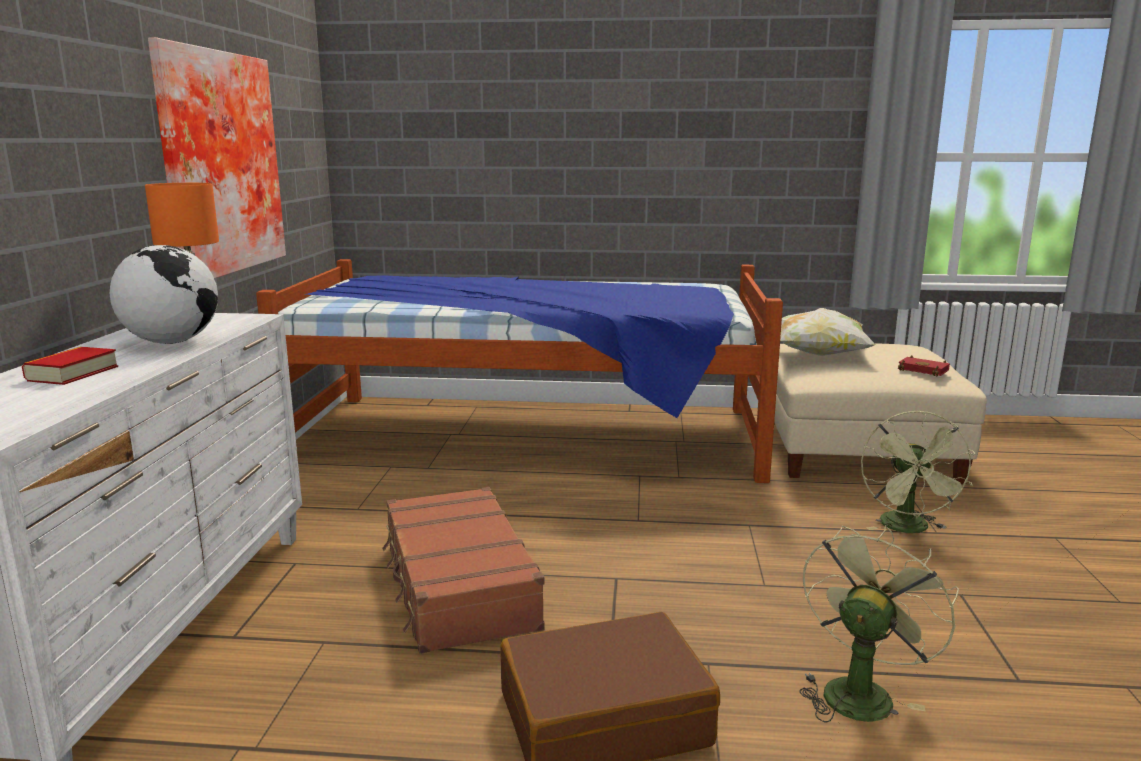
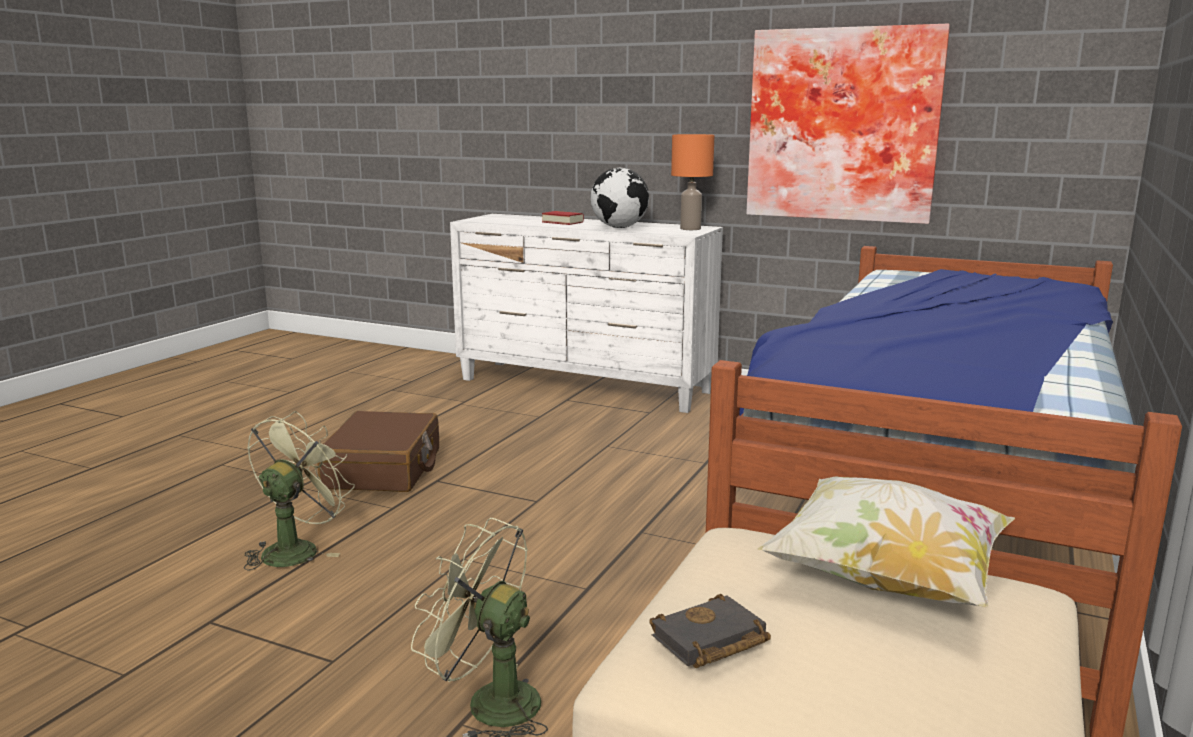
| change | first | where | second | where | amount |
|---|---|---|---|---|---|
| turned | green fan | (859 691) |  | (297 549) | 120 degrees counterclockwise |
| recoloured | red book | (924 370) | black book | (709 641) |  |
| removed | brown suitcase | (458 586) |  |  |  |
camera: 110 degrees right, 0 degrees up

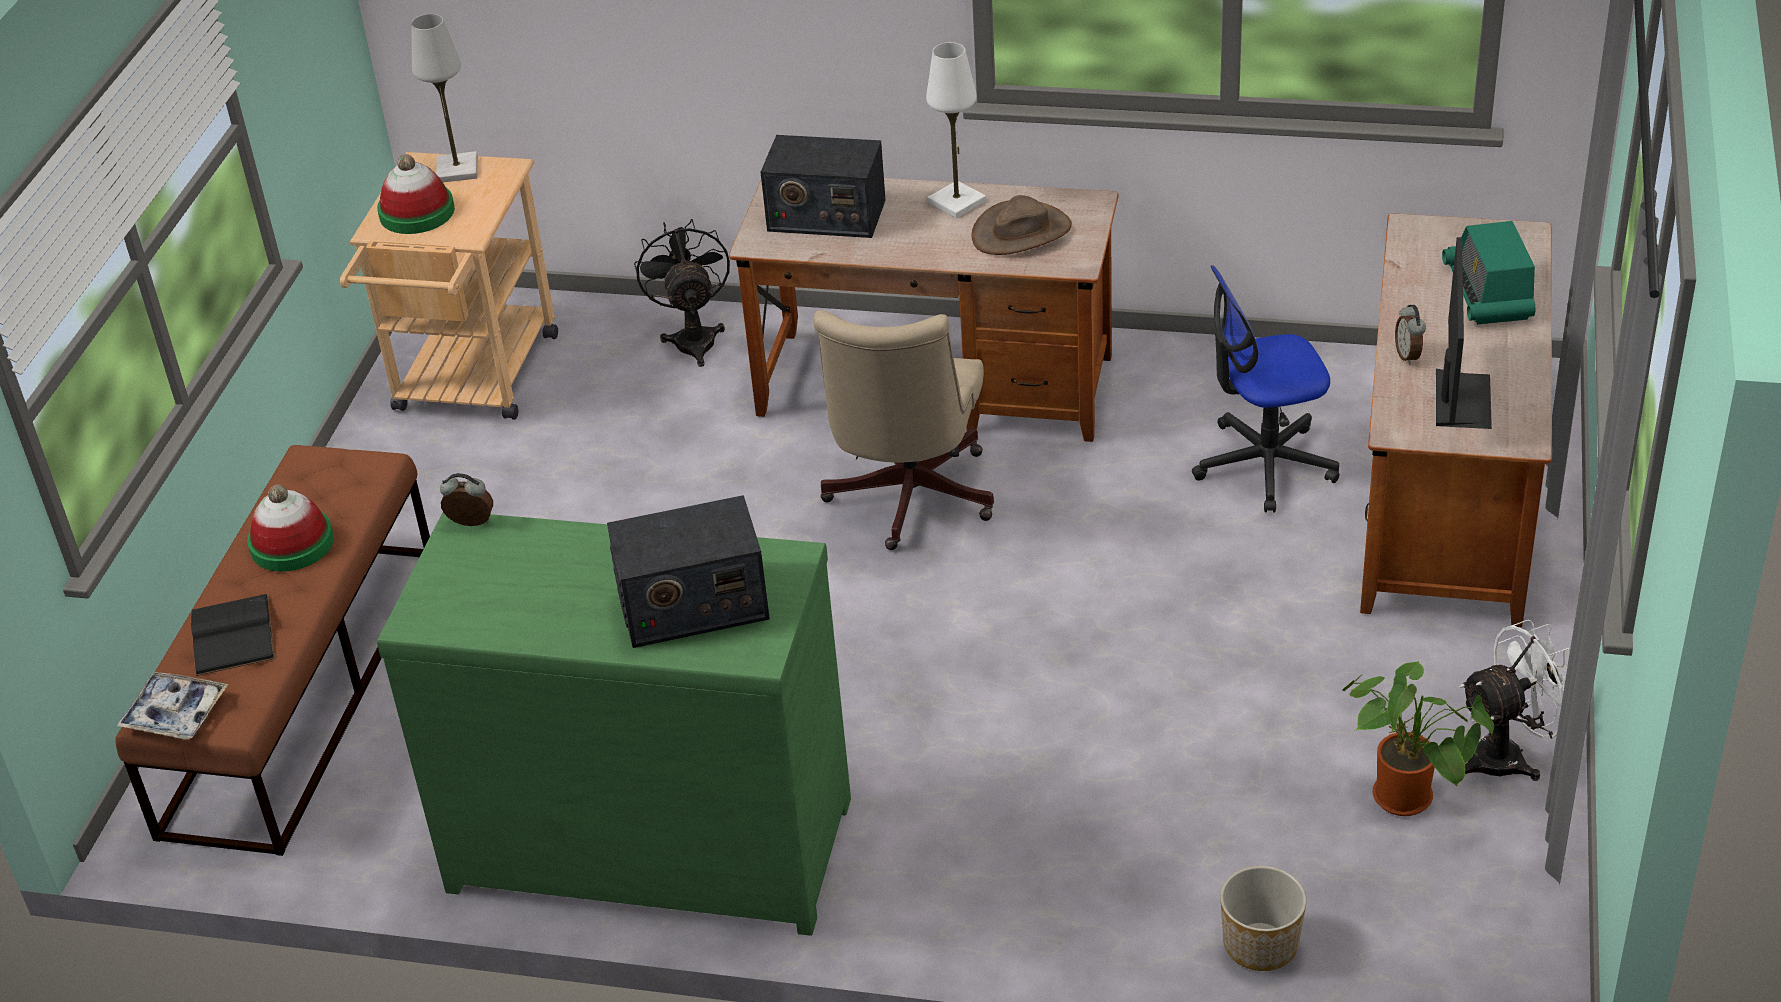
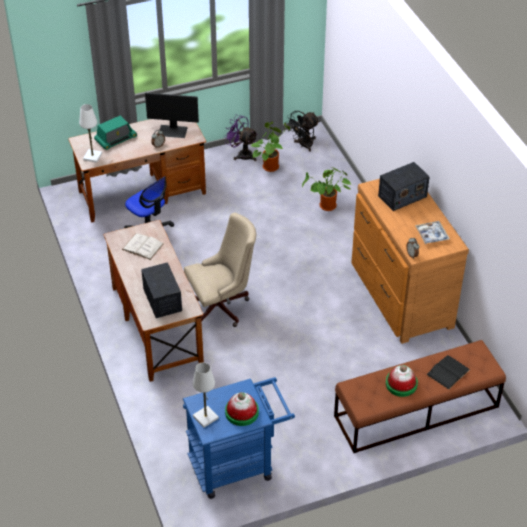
| change | first | where | second | where | amount |
|---|---|---|---|---|---|
| moved | white table lamp | (957 202) |  | (92 156) |  |
| replaced | brown hat | (1021 232) | white book | (142 246) |  |
| turned | monitor | (1460 399) |  | (173 131) | 150 degrees counterclockwise |
| recoloured | beige cart | (472 382) | blue cart | (238 464) |  |
| recoloured | white fan | (1509 756) | purple fan | (242 154) |  |
| moved | black fan | (693 338) |  | (303 145) |  |
| added |  |  | potted plant | (327 207) |  |
| recoloured | green dresser | (651 838) | brown dresser | (400 295) |  |
| turned | radio | (692 605) |  | (402 196) | 105 degrees clockwise |
| moved | tray | (175 713) |  | (431 235) |  |
| removed | planter | (1260 945) |  |  |  |
camera: 125 degrees left, 5 degrees up

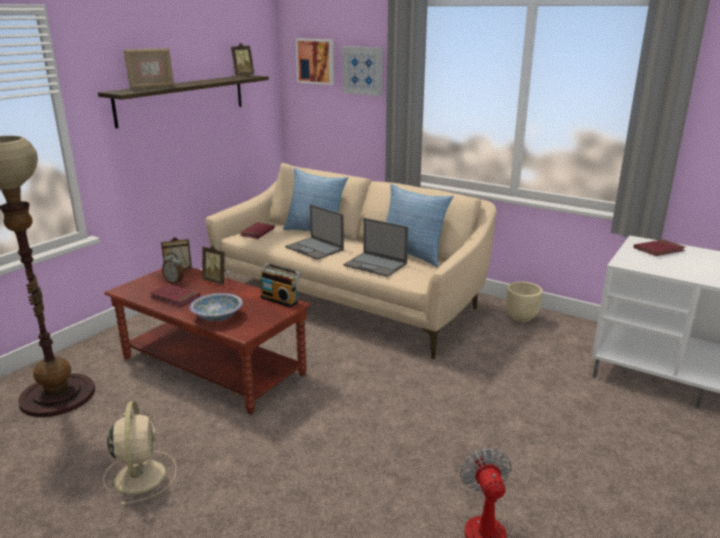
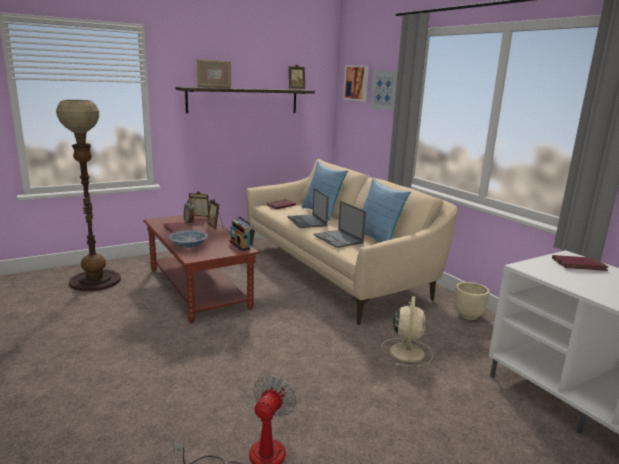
| change | first | where | second | where | amount |
|---|---|---|---|---|---|
| moved | beige fan | (140 475) |  | (407 351) |  |
camera: 25 degrees right, 5 degrees down

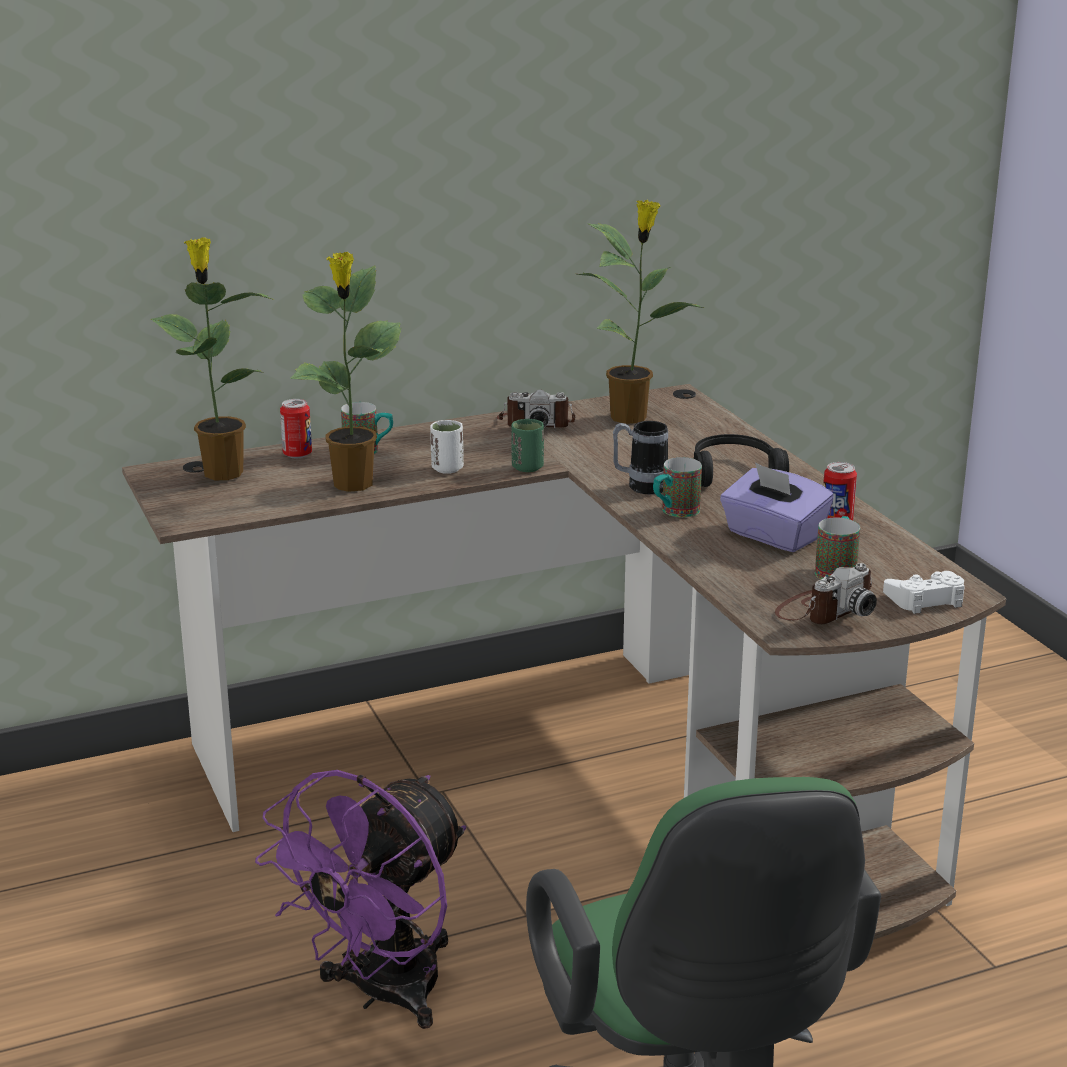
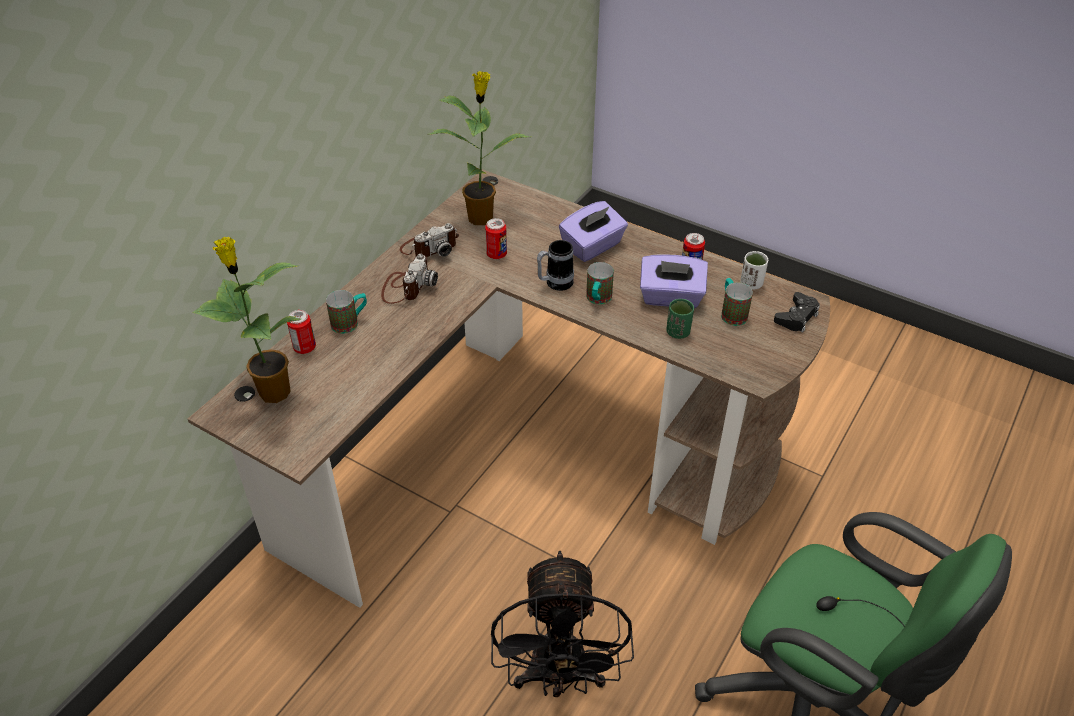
| change | first | where | second | where | amount |
|---|---|---|---|---|---|
| moved | photo camera | (824 610) |  | (406 286) |  |
| added |  |  | can | (496 254) |  |
| recoloured | purple fan | (381 995) | black fan | (559 678) |  |
| replaced | black headphones | (734 472) | purple tissue box | (592 246) |  |
| moved | green cup | (527 467) |  | (678 332) |  |
| moved | white cup | (447 469) |  | (751 284) |  |
| recoloured | white game controller | (926 599) | black game controller | (796 317) |  |
| removed | potted plant | (353 485) |  |  |  |
camera: 35 degrees left, 20 degrees up

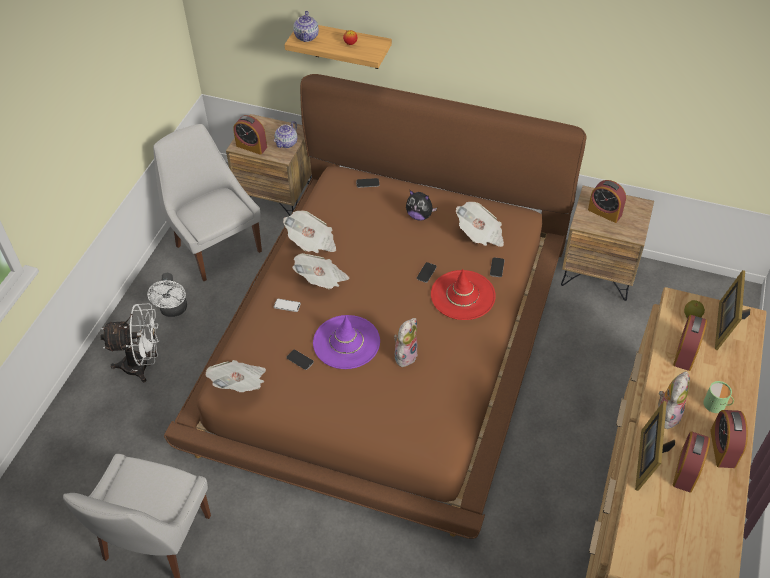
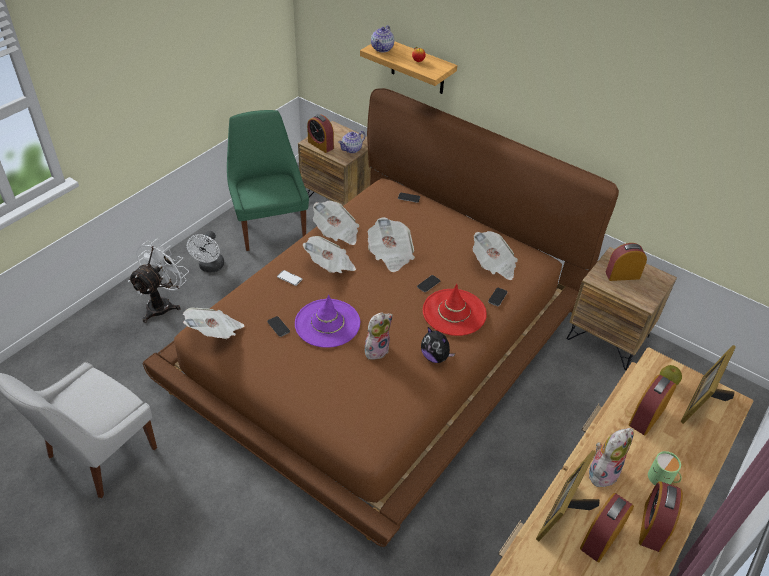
| change | first | where | second | where | amount |
|---|---|---|---|---|---|
| turned | white fan | (143 365) |  | (163 304) | 75 degrees counterclockwise |
| recoloured | white chair | (217 247) | green chair | (270 227) |  |
| added |  |  | newspaper | (390 255) |  |
| moved | plush toy | (419 216) |  | (435 357) |  |
| turned | alarm clock | (604 212) |  | (622 275) | 120 degrees clockwise |
camera: 15 degrees right, 5 degrees down

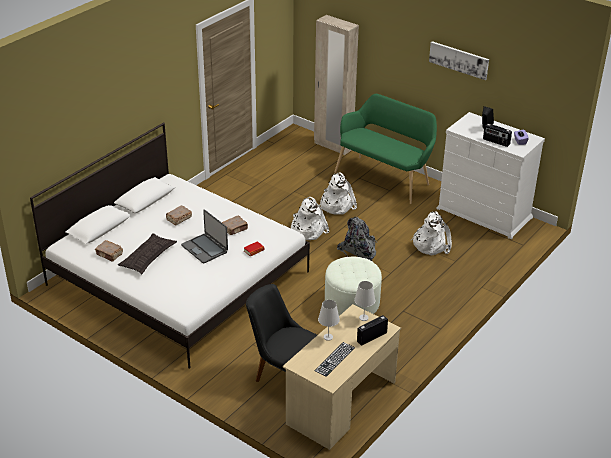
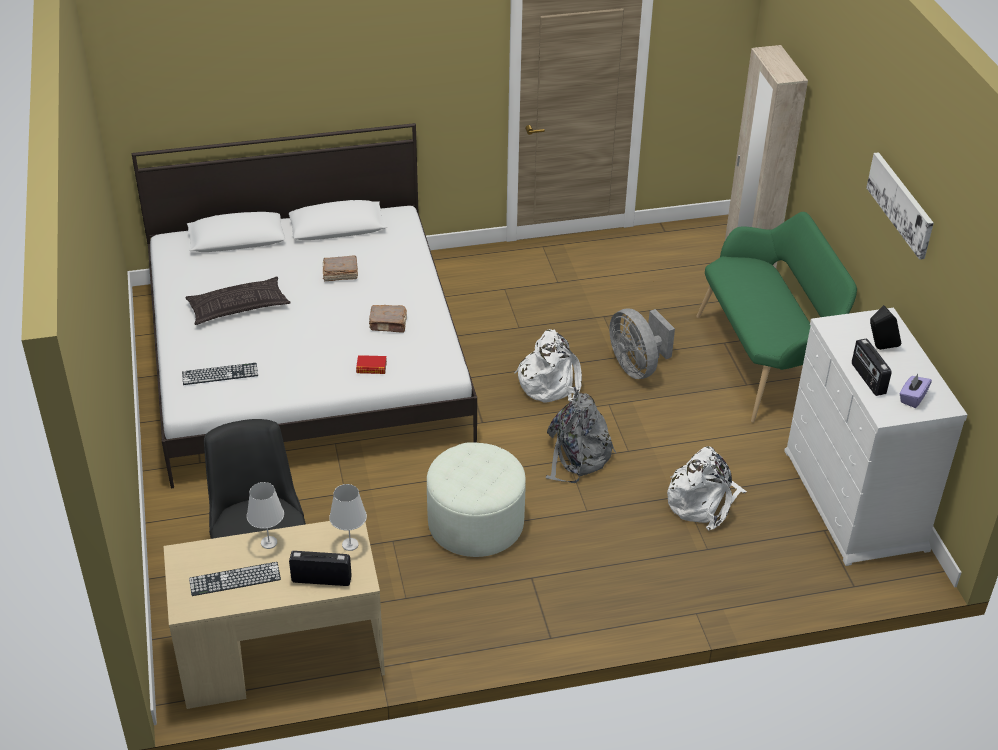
| change | first | where | second | where | amount |
|---|---|---|---|---|---|
| added |  |  | keyboard | (220 374) |  |
| replaced | white backpack | (336 205) | grey fan | (637 367) |  |
| removed | brown book | (109 254) |  |  |  |
| removed | laptop | (205 249) |  |  |  |
camera: 40 degrees right, 5 degrees up

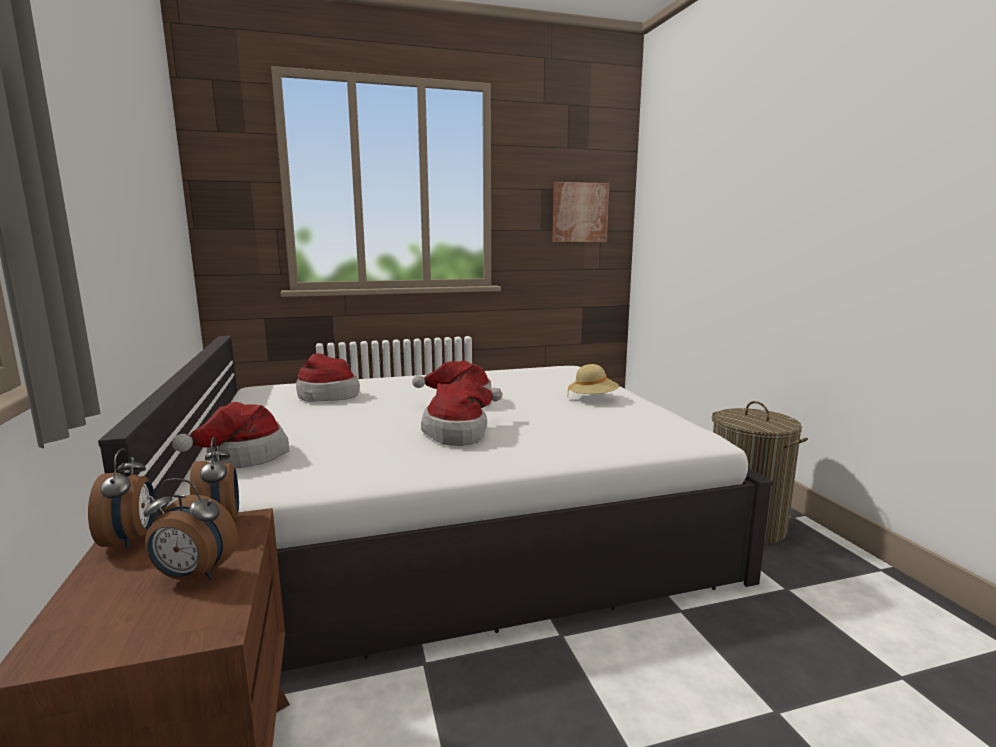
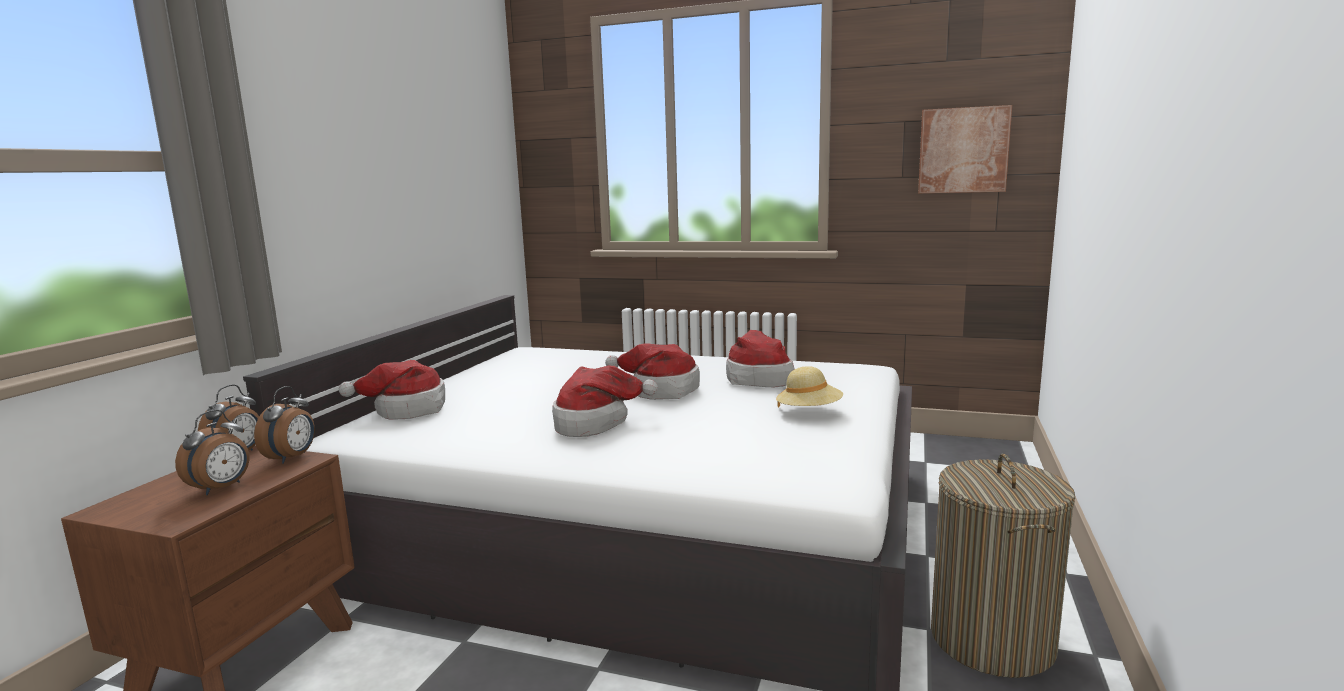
| change | first | where | second | where | amount |
|---|---|---|---|---|---|
| turned | alarm clock | (193 576) |  | (222 488) | 105 degrees counterclockwise |
| moved | hat | (326 395) |  | (758 378) |  |
camera: 35 degrees right, 0 degrees up

